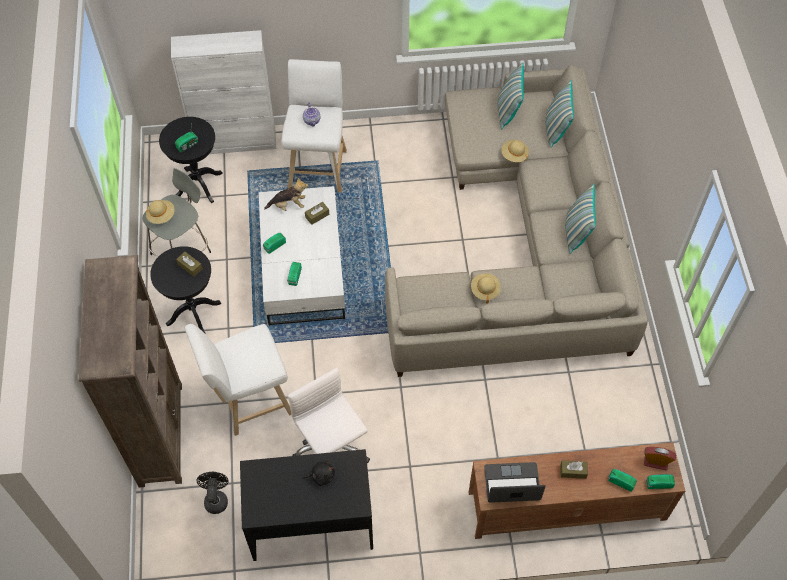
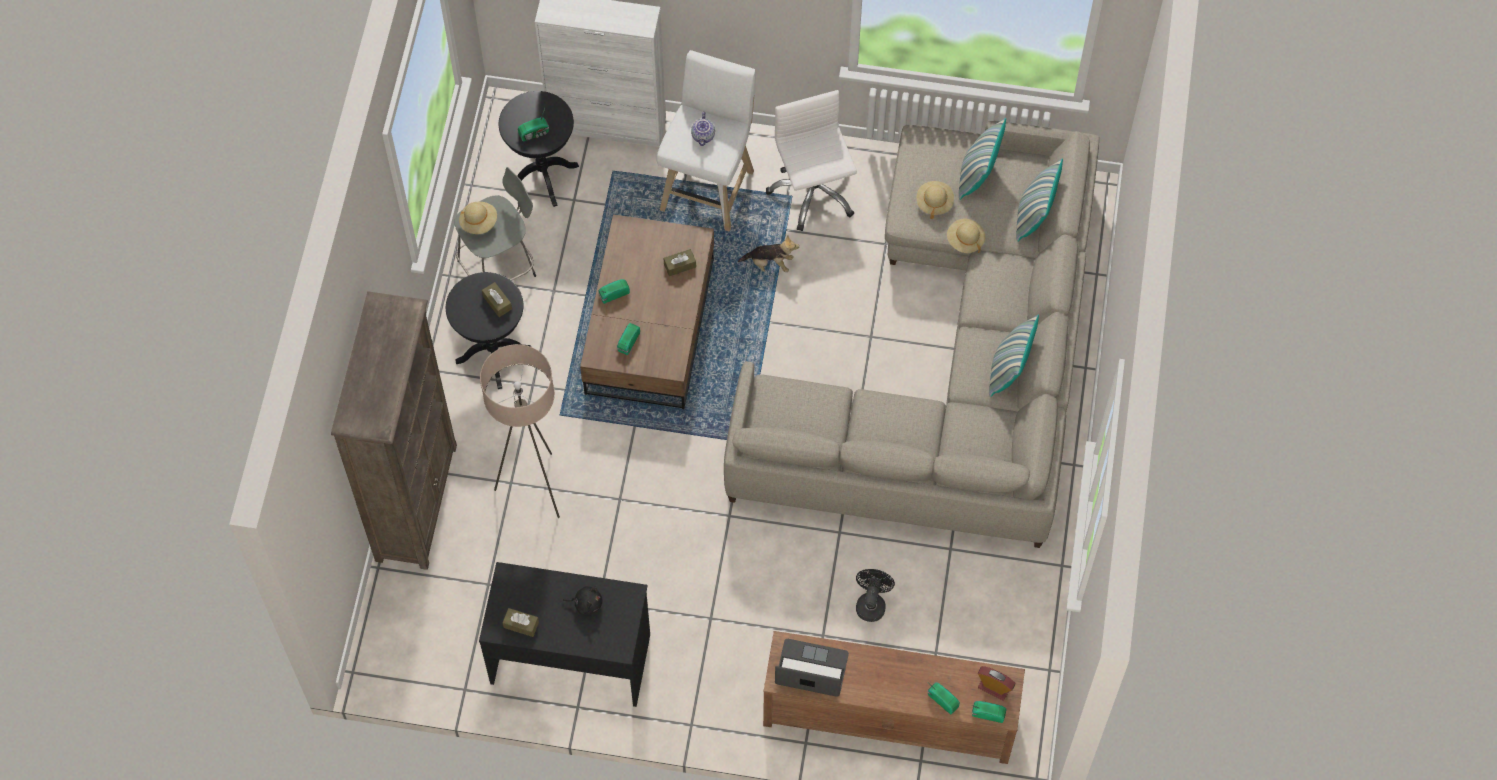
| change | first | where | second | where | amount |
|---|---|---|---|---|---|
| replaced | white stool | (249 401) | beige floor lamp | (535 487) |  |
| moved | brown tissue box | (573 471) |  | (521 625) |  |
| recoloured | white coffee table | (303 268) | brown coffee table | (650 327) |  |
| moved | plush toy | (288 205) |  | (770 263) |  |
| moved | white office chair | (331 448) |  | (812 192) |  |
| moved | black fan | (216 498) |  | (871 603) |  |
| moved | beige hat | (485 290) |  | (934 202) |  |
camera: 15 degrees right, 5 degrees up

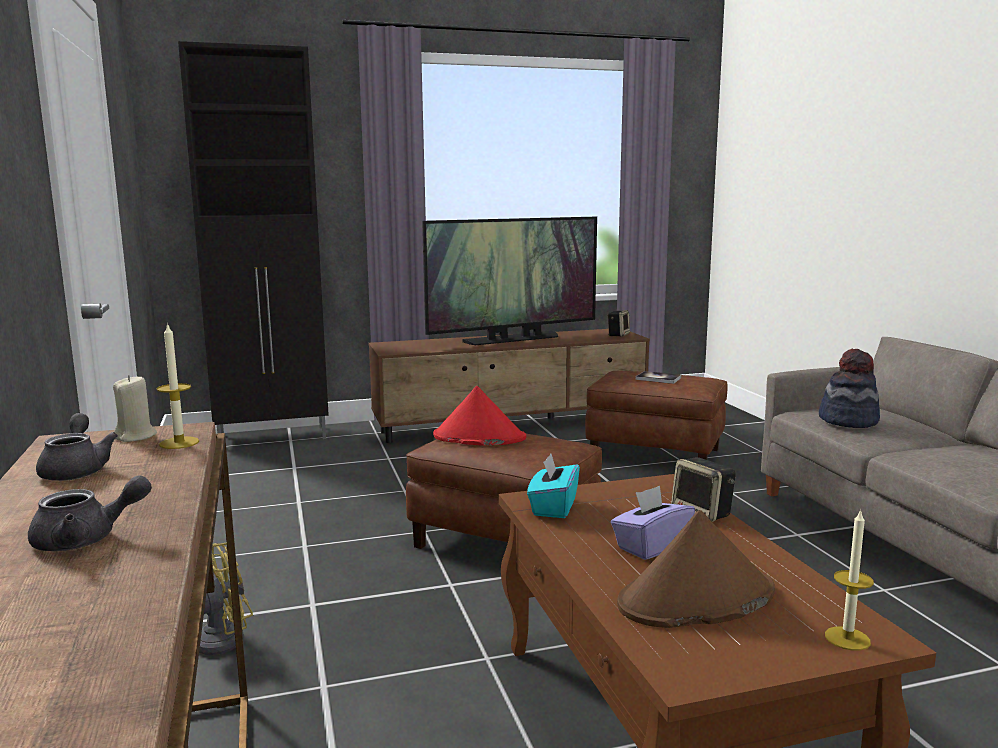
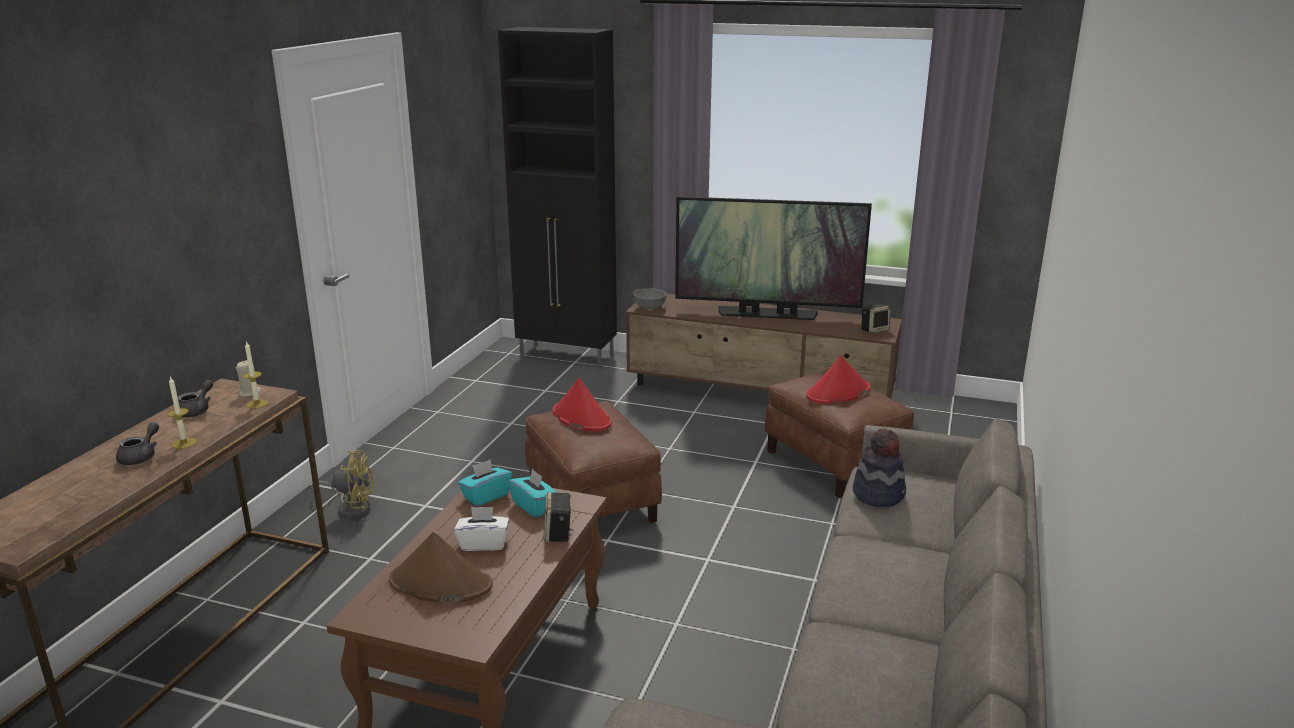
| change | first | where | second | where | amount |
|---|---|---|---|---|---|
| turned | grey teapot | (86 539) |  | (141 456) | 90 degrees counterclockwise |
| moved | candle | (847 638) |  | (184 443) |  |
| recoloured | purple tissue box | (651 546) | white tissue box | (483 543) |  |
| added |  |  | turquoise tissue box | (534 506) |  |
| added |  |  | grey bowl | (649 307) |  |
| replaced | book | (658 378) | red hat | (838 393) |  |
camera: 35 degrees right, 10 degrees up

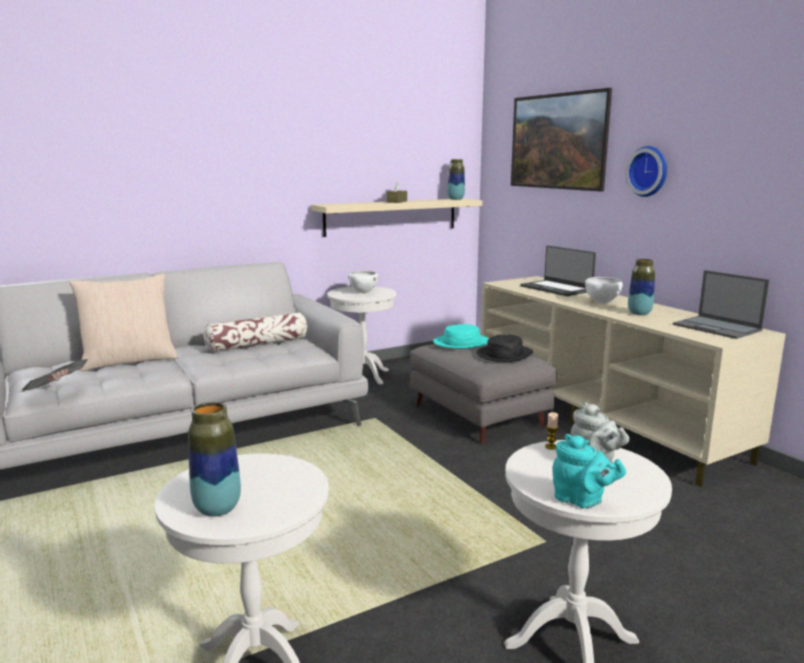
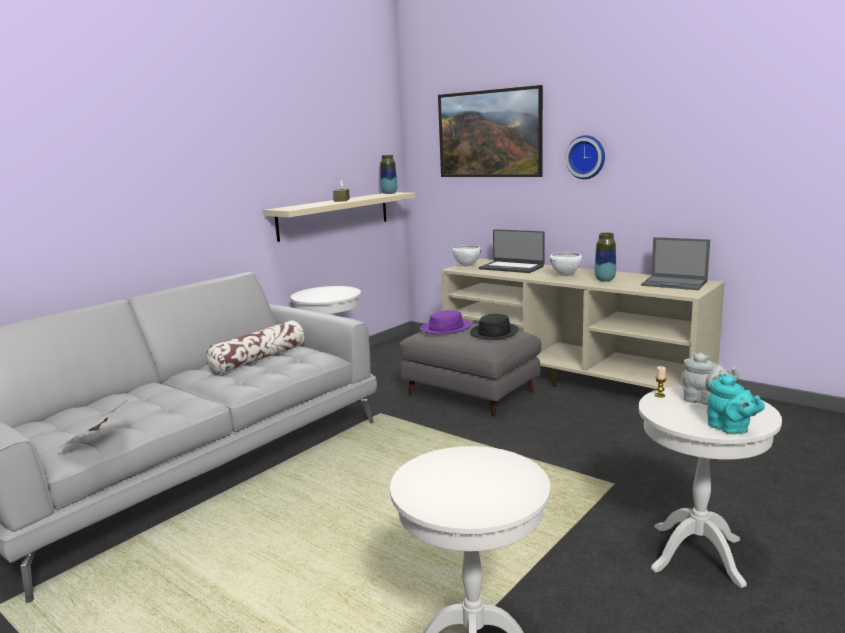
| change | first | where | second | where | amount |
|---|---|---|---|---|---|
| recoloured | turquoise hat | (461 343) | purple hat | (446 328) |  |
| moved | white bowl | (363 293) |  | (466 266) |  |
| turned | turquoise teapot | (581 501) |  | (730 429) | 45 degrees clockwise |
| removed | beige pillow | (129 360) |  |  |  |
| removed | vase | (217 509) |  |  |  |
camera: 20 degrees left, 0 degrees up

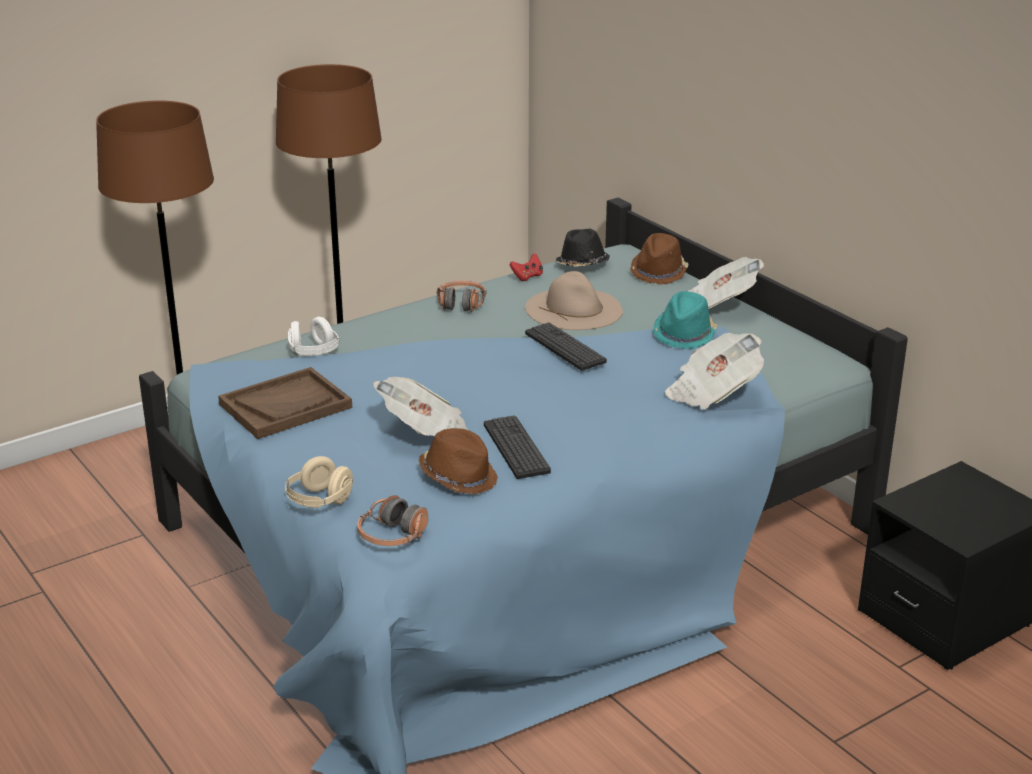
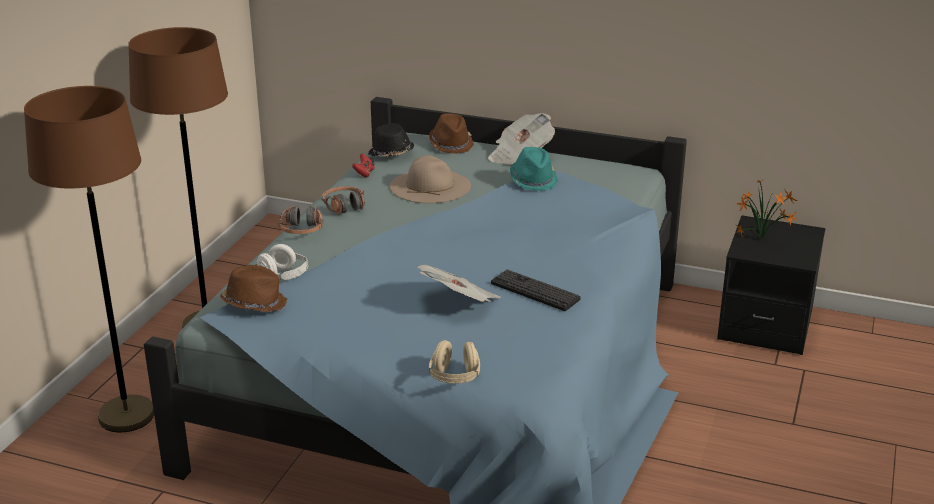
| change | first | where | second | where | amount |
|---|---|---|---|---|---|
| moved | brown hat | (459 477) |  | (254 303) |  |
| moved | headphones | (392 536) |  | (302 230) |  |
| added |  |  | potted plant | (763 239) |  |
| removed | brown tray | (285 406) |  |  |  |
| removed | keyboard | (565 347) |  |  |  |
| removed | newspaper | (712 393) |  |  |  |
camera: 35 degrees left, 0 degrees up

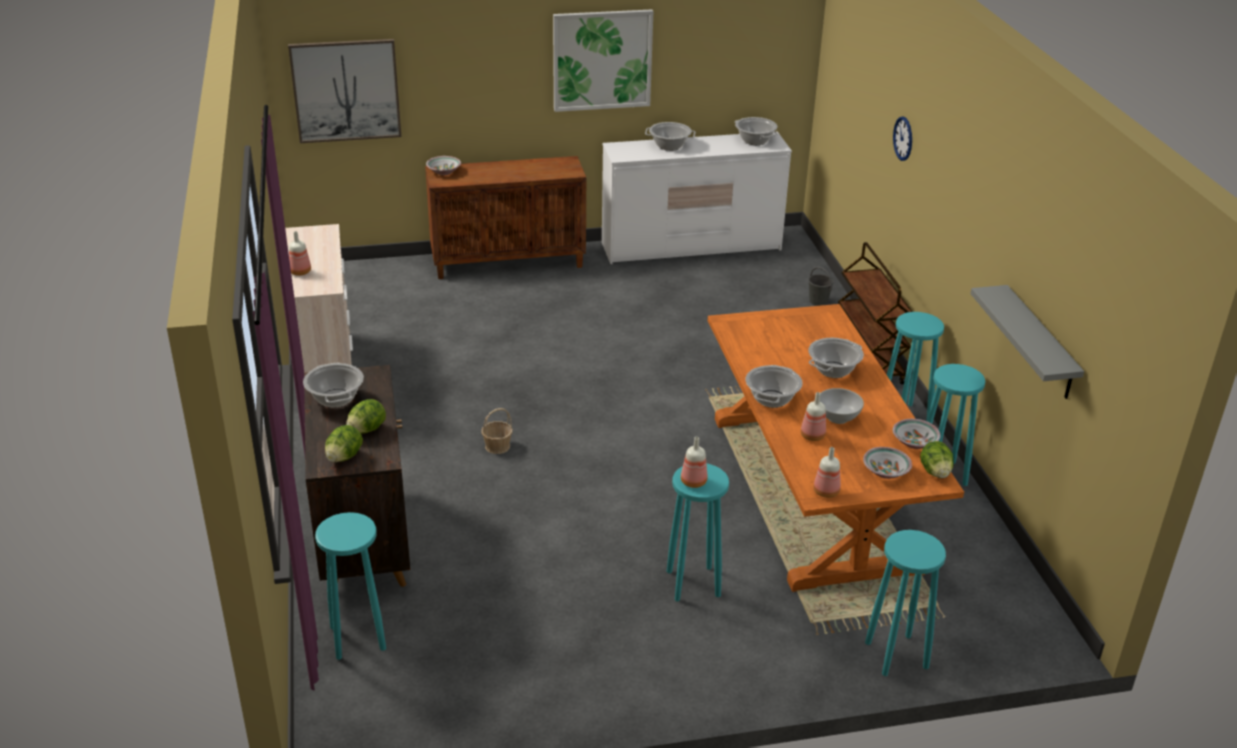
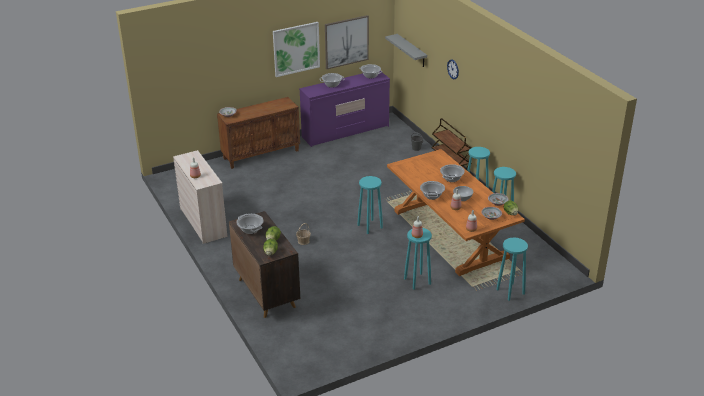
| change | first | where | second | where | amount |
|---|---|---|---|---|---|
| recoloured | white dresser | (691 247) | purple dresser | (346 132) |  |
| moved | picture | (346 90) |  | (346 41) |  |
| moved | turquoise stool | (358 637) |  | (369 226) |  |
| moved | grey shelf | (1040 343) |  | (411 50) |  |
camera: 15 degrees left, 0 degrees up

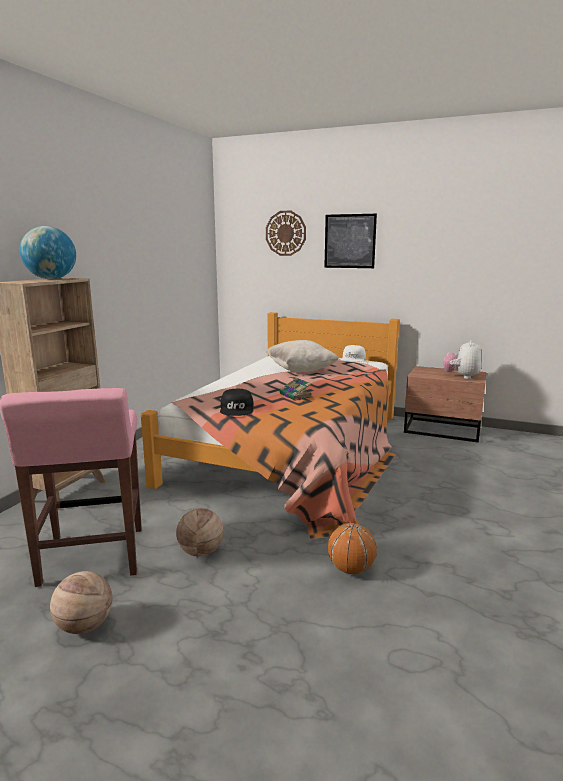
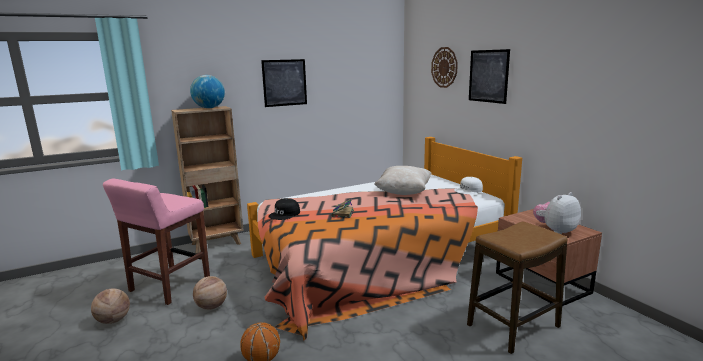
| change | first | where | second | where | amount |
|---|---|---|---|---|---|
| added |  |  | picture | (284 82) |  |
| added |  |  | stool | (513 326) |  |
camera: 40 degrees right, 0 degrees up

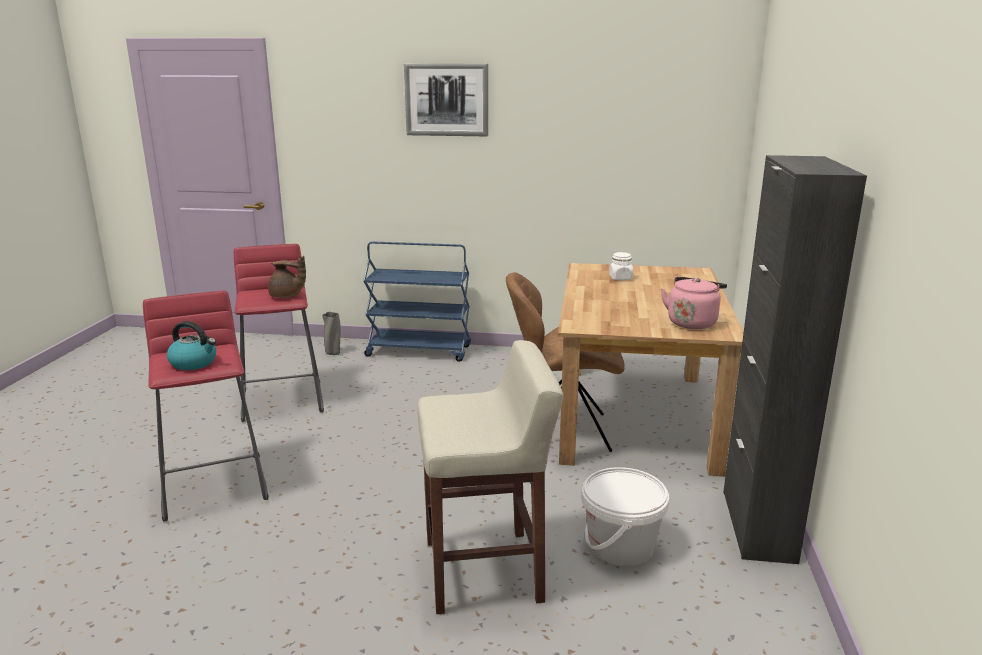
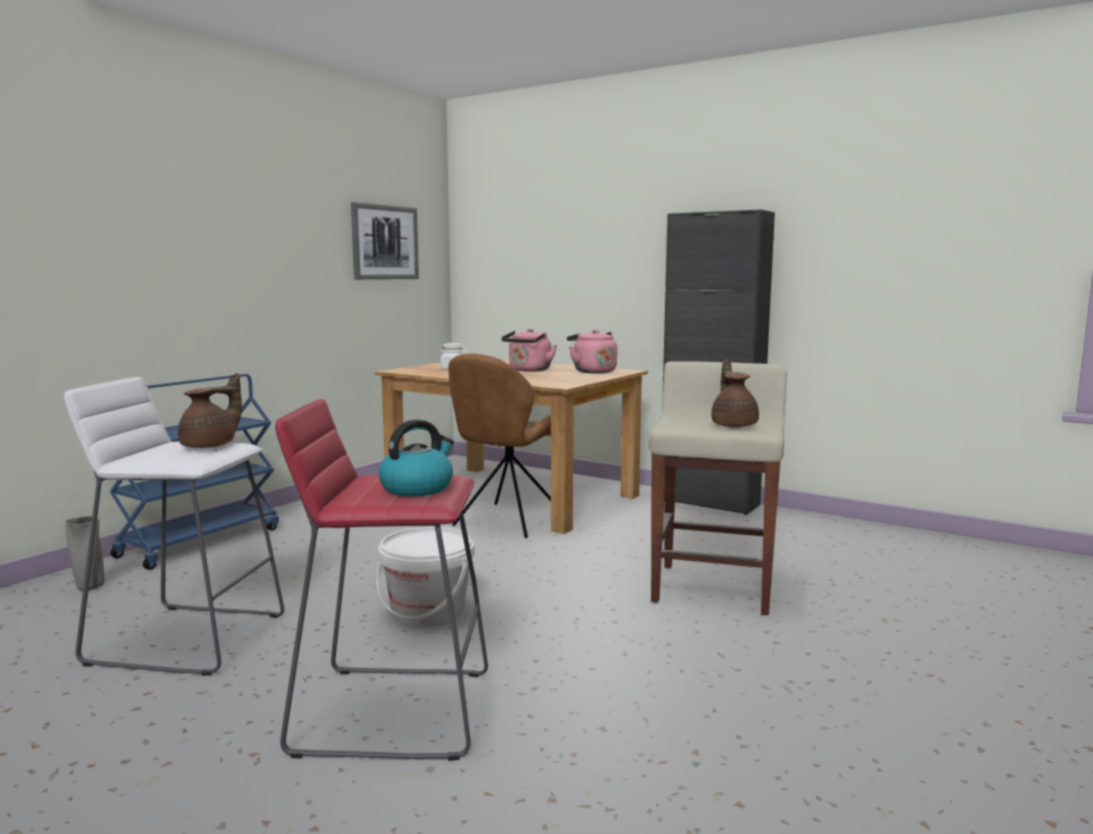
| change | first | where | second | where | amount |
|---|---|---|---|---|---|
| recoloured | red stool | (283 400) | white stool | (187 638) |  |
| moved | picture | (446 100) |  | (385 242) |  |
| moved | white bucket | (620 545) |  | (428 611) |  |
| added |  |  | pink kettle | (529 370) |  |
| added |  |  | brown teapot | (734 425) |  |
camera: 65 degrees left, 10 degrees down

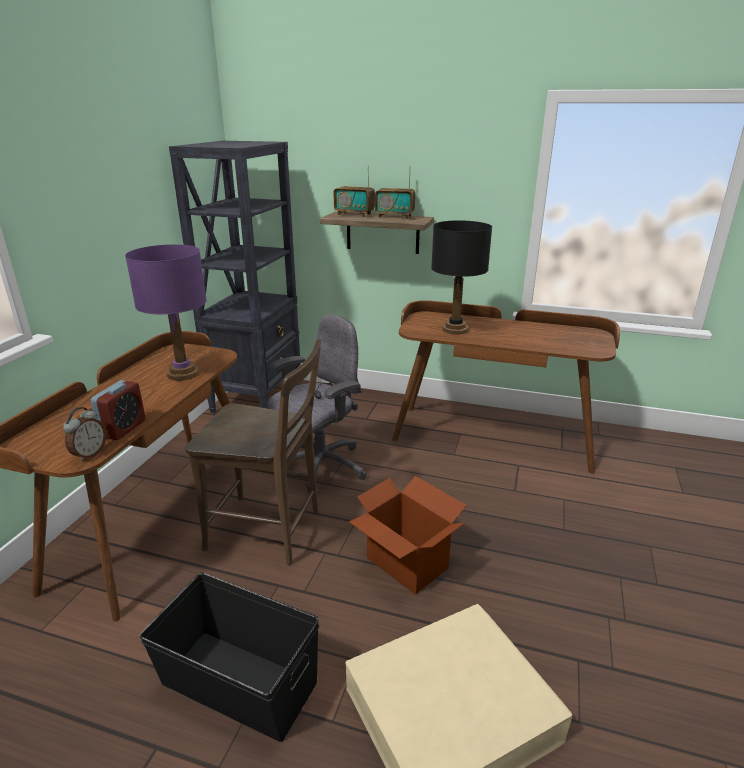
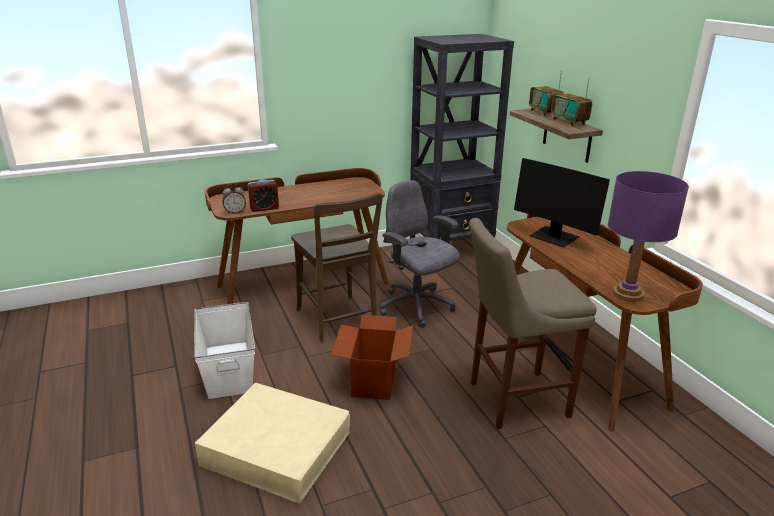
| change | first | where | second | where | amount |
|---|---|---|---|---|---|
| recoloured | black storage box | (239 683) | white storage box | (227 369) |  |
| turned | grey office chair | (320 468) |  | (416 307) | 135 degrees counterclockwise |
| added |  |  | beige stool | (513 399) |  |
| replaced | black table lamp | (455 330) | monitor | (554 237) |  |
| moved | purple table lamp | (183 374) |  | (628 294) |  |
camera: 50 degrees right, 0 degrees up

